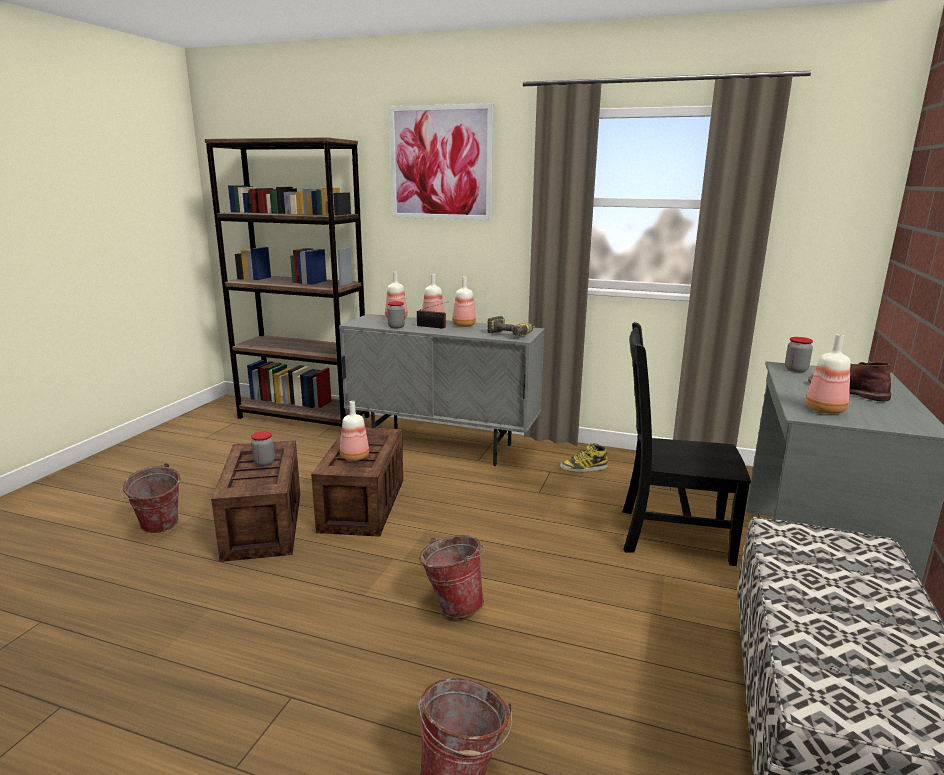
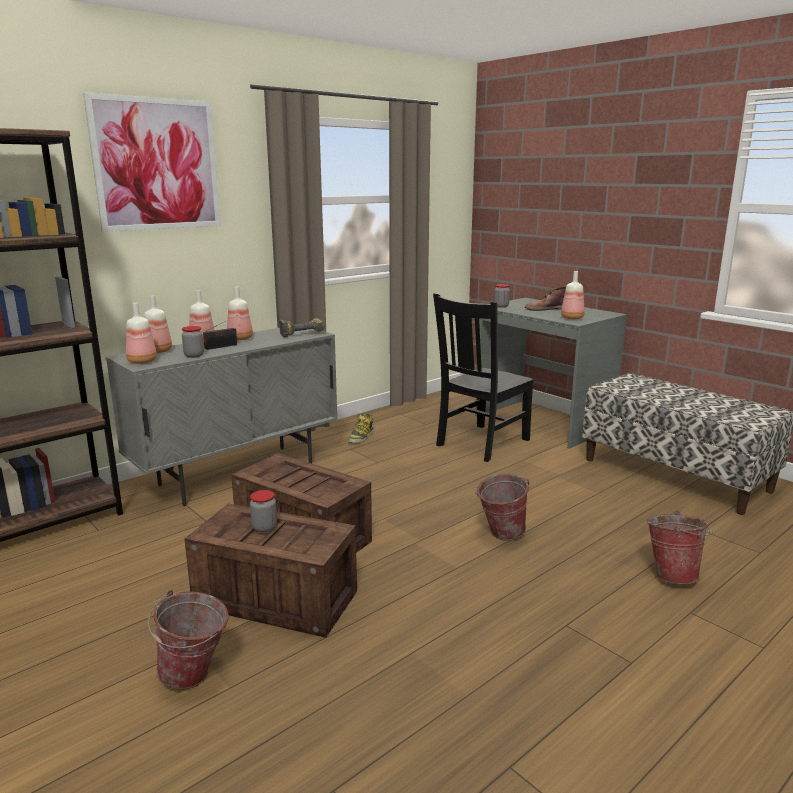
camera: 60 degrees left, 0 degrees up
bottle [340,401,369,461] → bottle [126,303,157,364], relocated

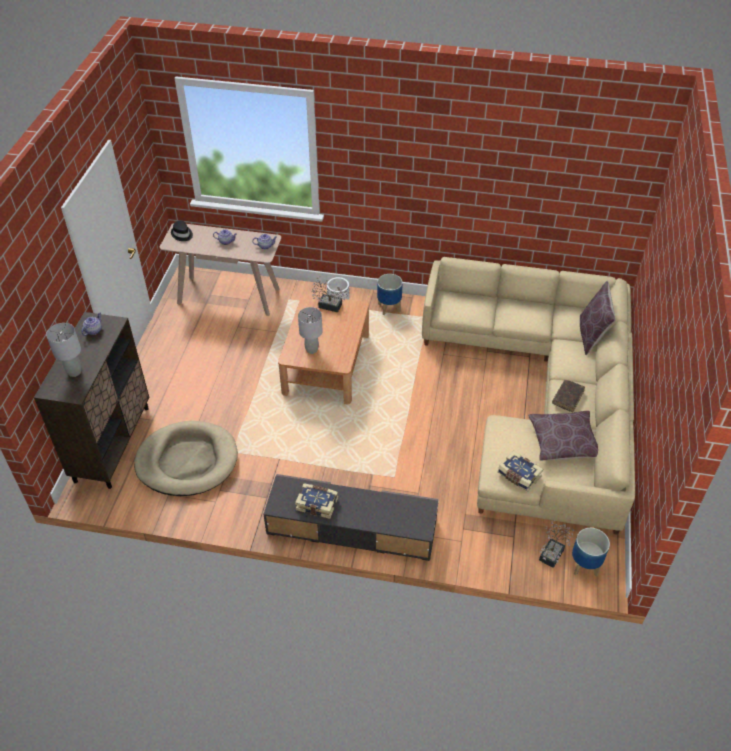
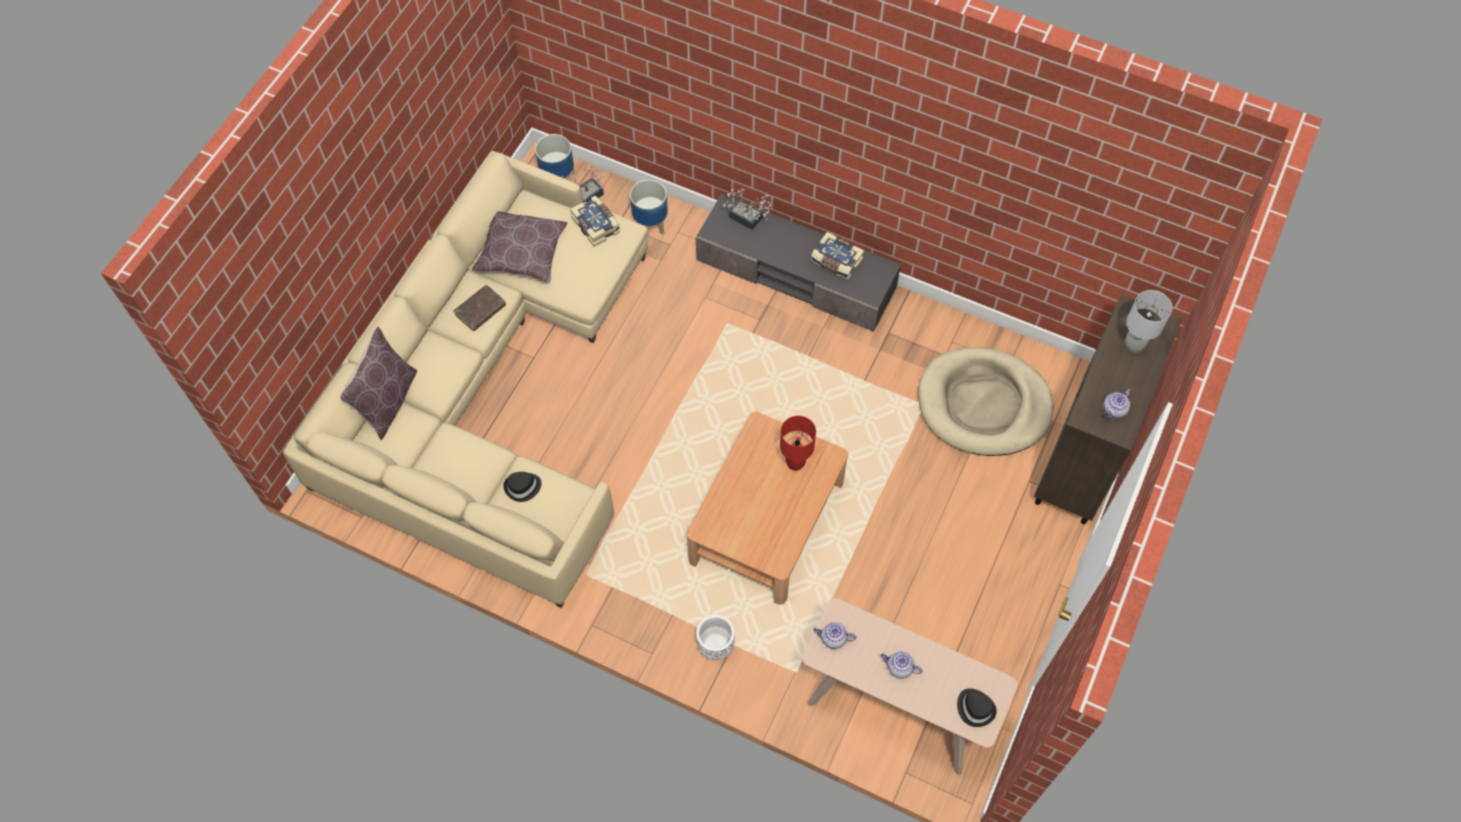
camera: 165 degrees left, 15 degrees up
grey table lamp [298,307,323,354] → red-coloured table lamp [780,416,816,471]
potted plant [311,277,345,312] → potted plant [723,189,773,230], relocated
planter [377,274,403,315] → planter [630,180,668,235], relocated
- → black hat [503,472,542,502]

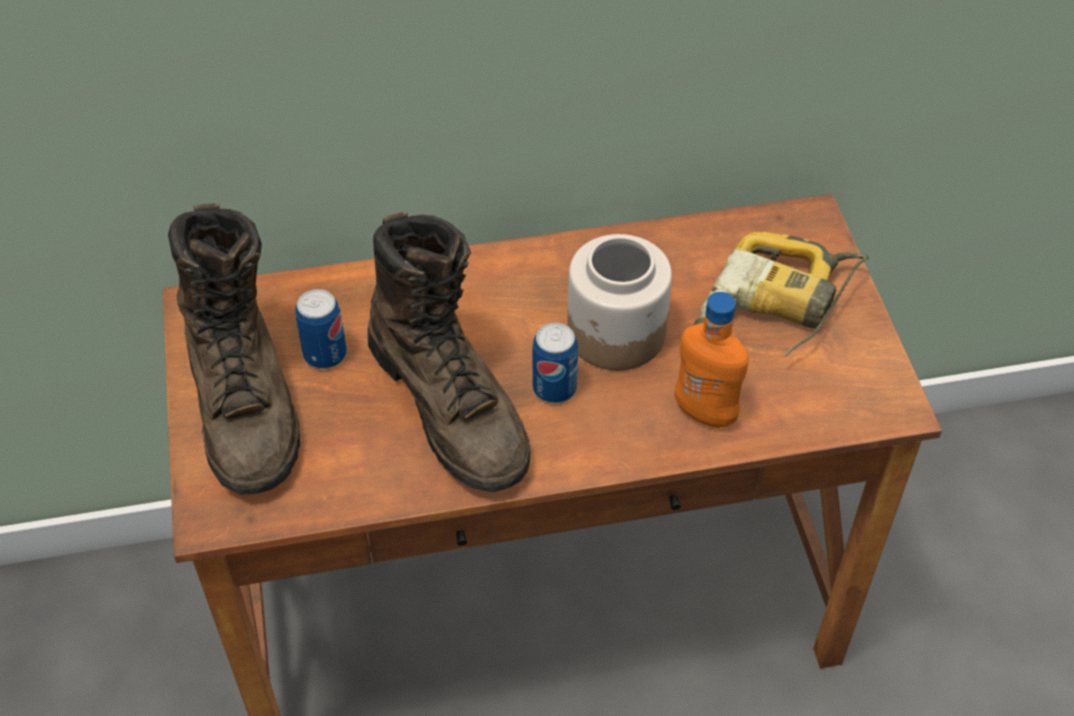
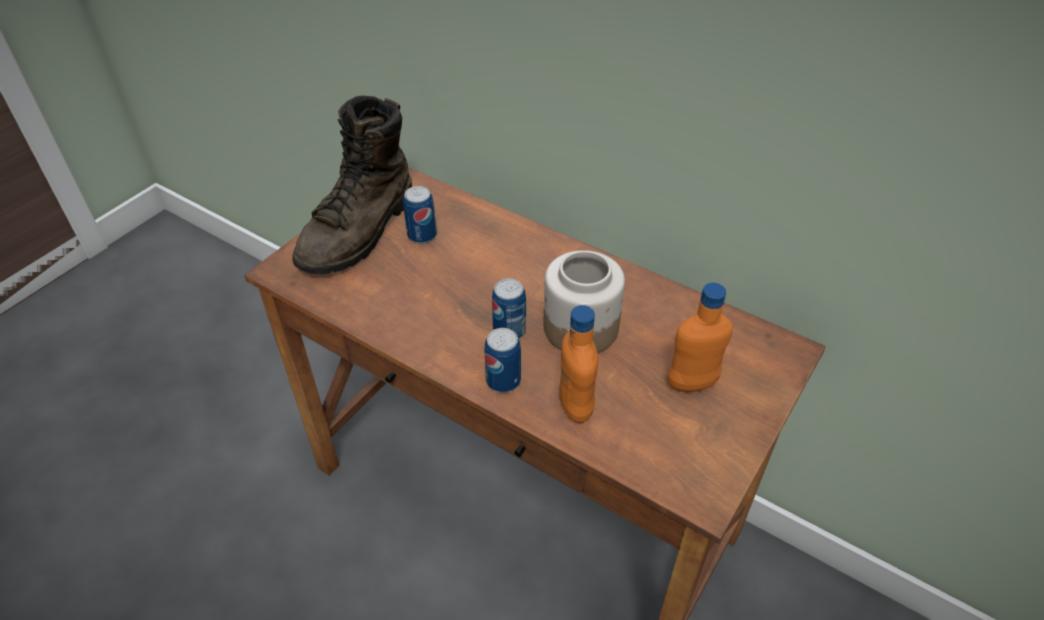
camera: 45 degrees right, 5 degrees down
brown-coloured boot [368,211,530,492] → -
electric drill [693,232,869,357] → orangey bottle [668,283,733,392]
- → metal can [484,328,521,393]

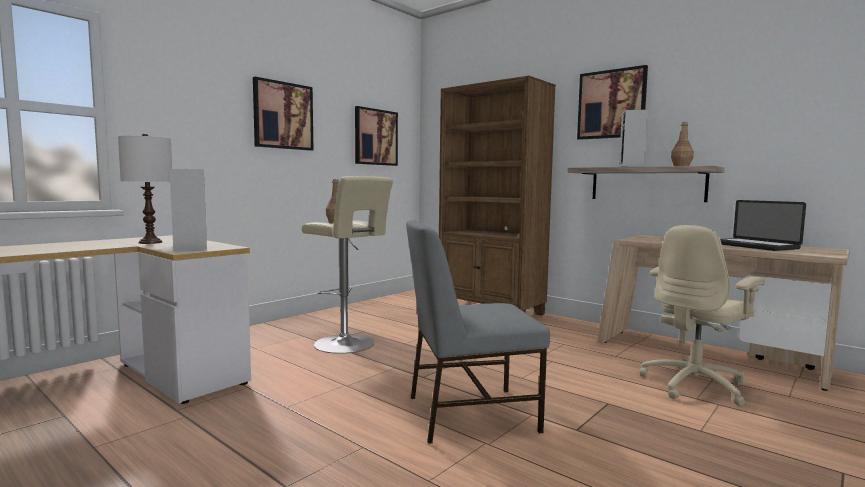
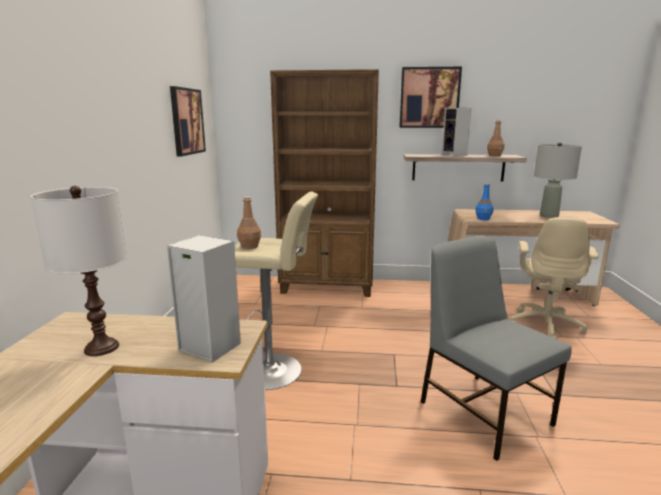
camera: 35 degrees left, 10 degrees up
picture [253,77,313,151] → -
grey upright chair [406,220,550,444] → grey upright chair [421,236,572,461], 105 degrees clockwise
notebook computer [720,200,806,251] → grey table lamp [534,142,582,218]
- → blue bottle [475,183,493,220]

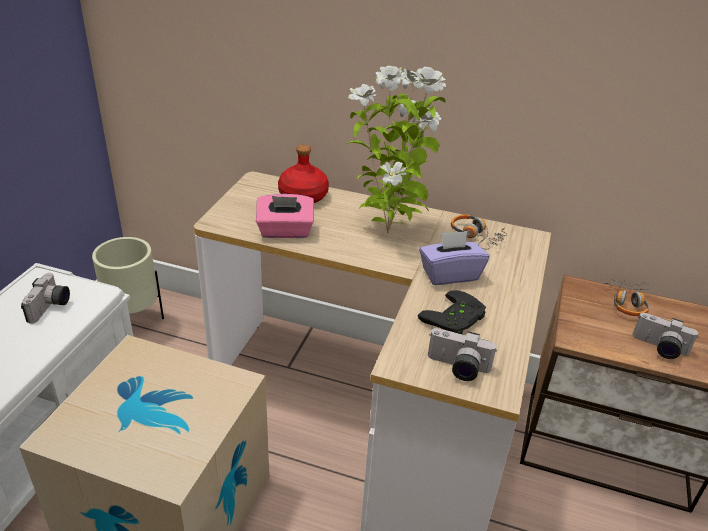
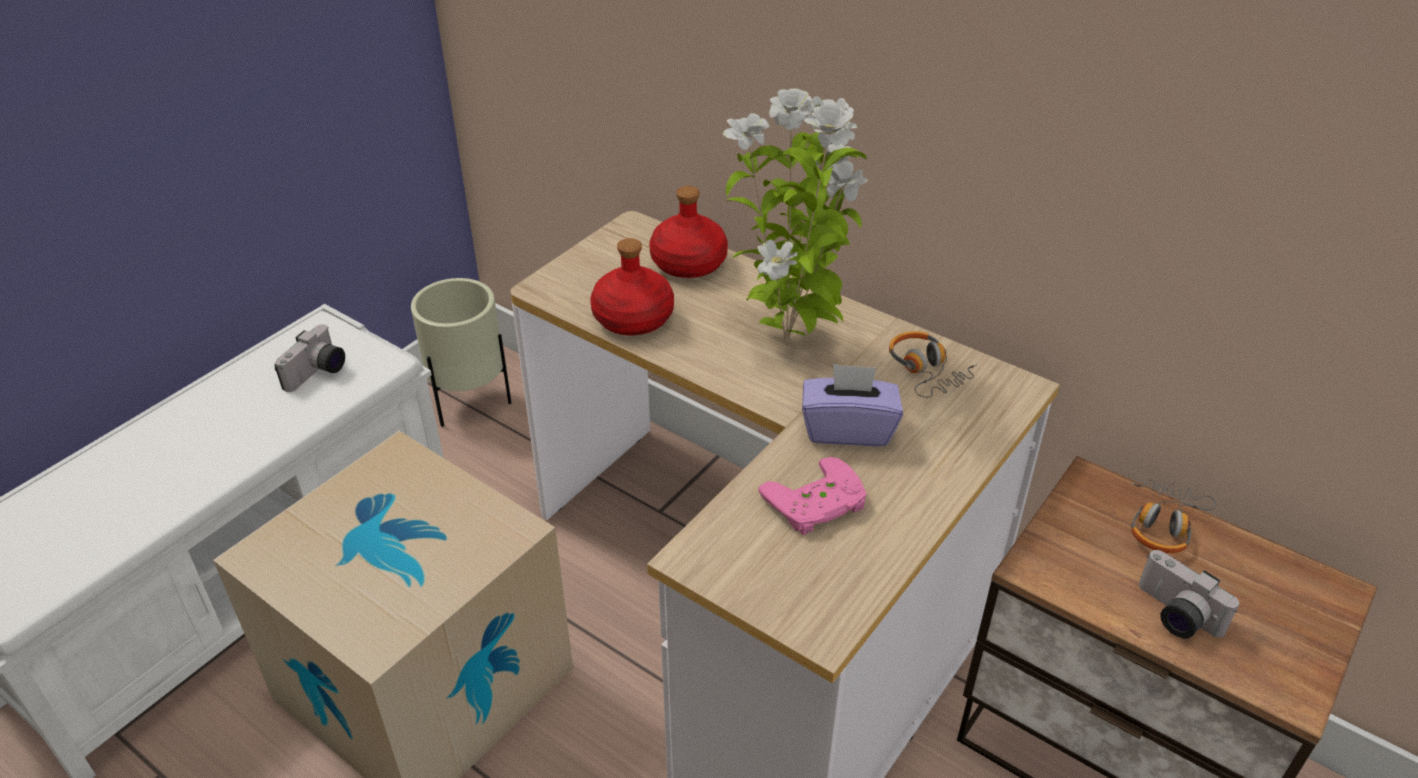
camera: 20 degrees right, 5 degrees up
pink tissue holder [256,194,314,238] → red-coloured bottle [590,238,674,336]
black game controller [418,290,486,334] → pink game controller [758,457,867,535]
photo camera [428,328,497,381] → -

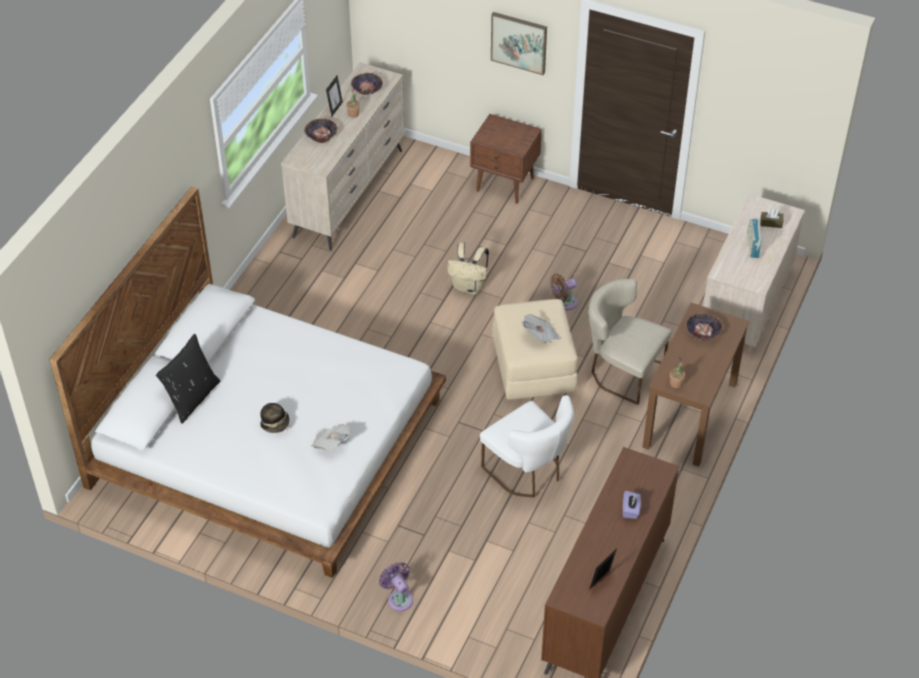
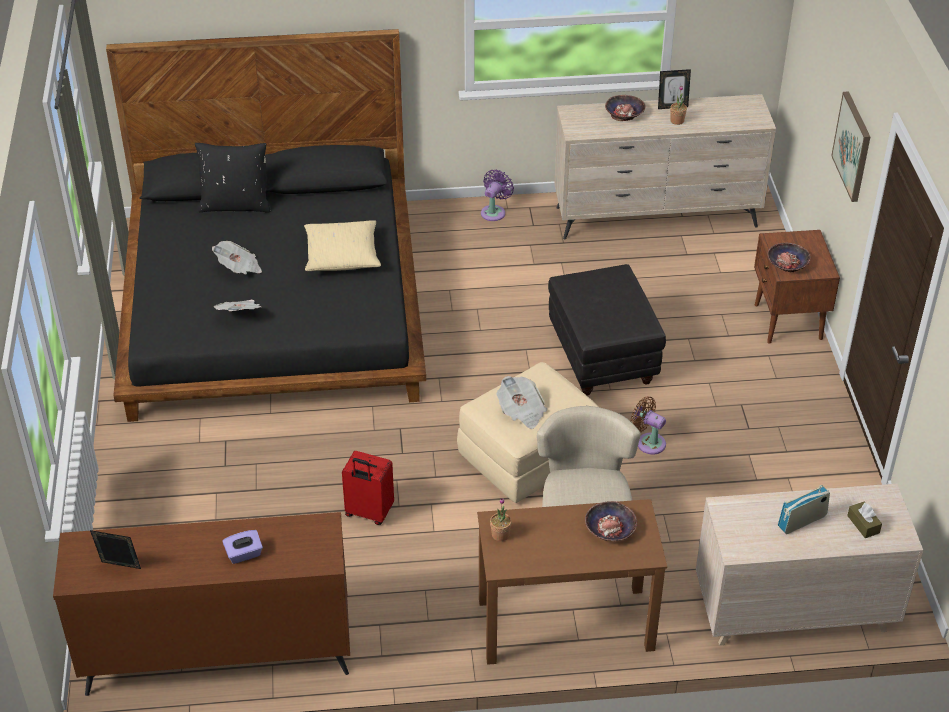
camera: 60 degrees right, 5 degrees down
white bed [49,186,446,578] → black bed [106,29,426,422]
hat [260,403,290,433] → newspaper [212,241,262,274]
serving bowl [351,73,383,95] → serving bowl [767,243,811,272], relocated
purple-coloured electric fan [379,562,413,611] → purple-coloured electric fan [481,169,514,221], relocated
beige-coloured rucksack [447,242,489,294] → black footrest [548,264,666,395]
white upright chair [480,395,574,498] → red-coloured piece of luggage [342,451,394,525]
- → beige-coloured throw pillow [304,220,381,271]

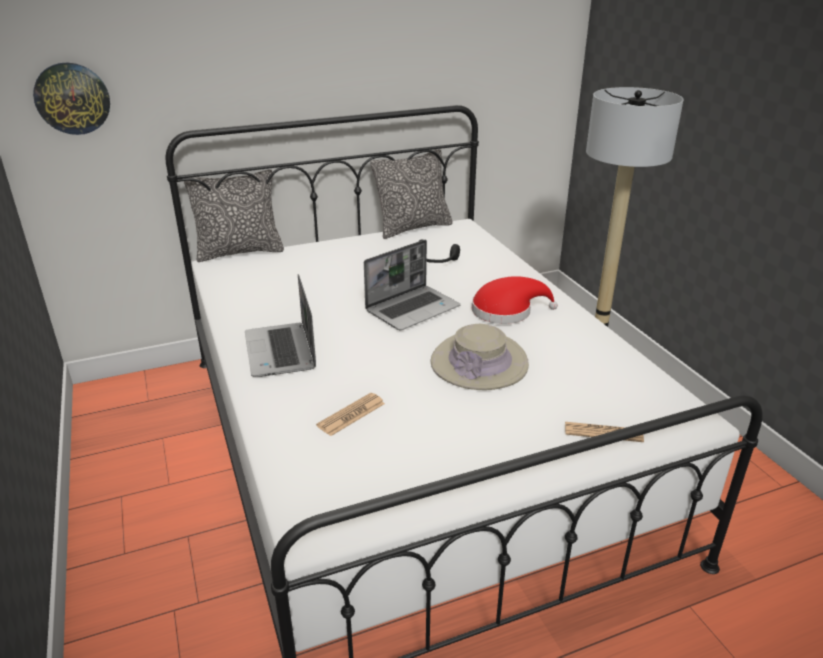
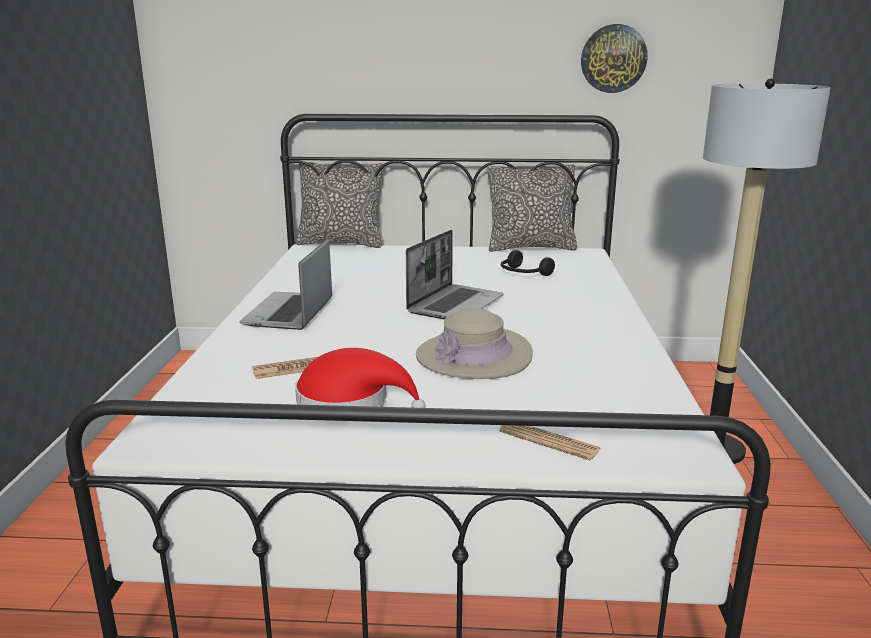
camera: 25 degrees right, 10 degrees down
hanging clock [33,63,110,135] → hanging clock [581,24,648,93], relocated
notebook computer [364,240,461,330] → notebook computer [406,230,504,320], 45 degrees counterclockwise
red-coloured hat [472,276,558,324] → red-coloured hat [295,348,425,408], relocated

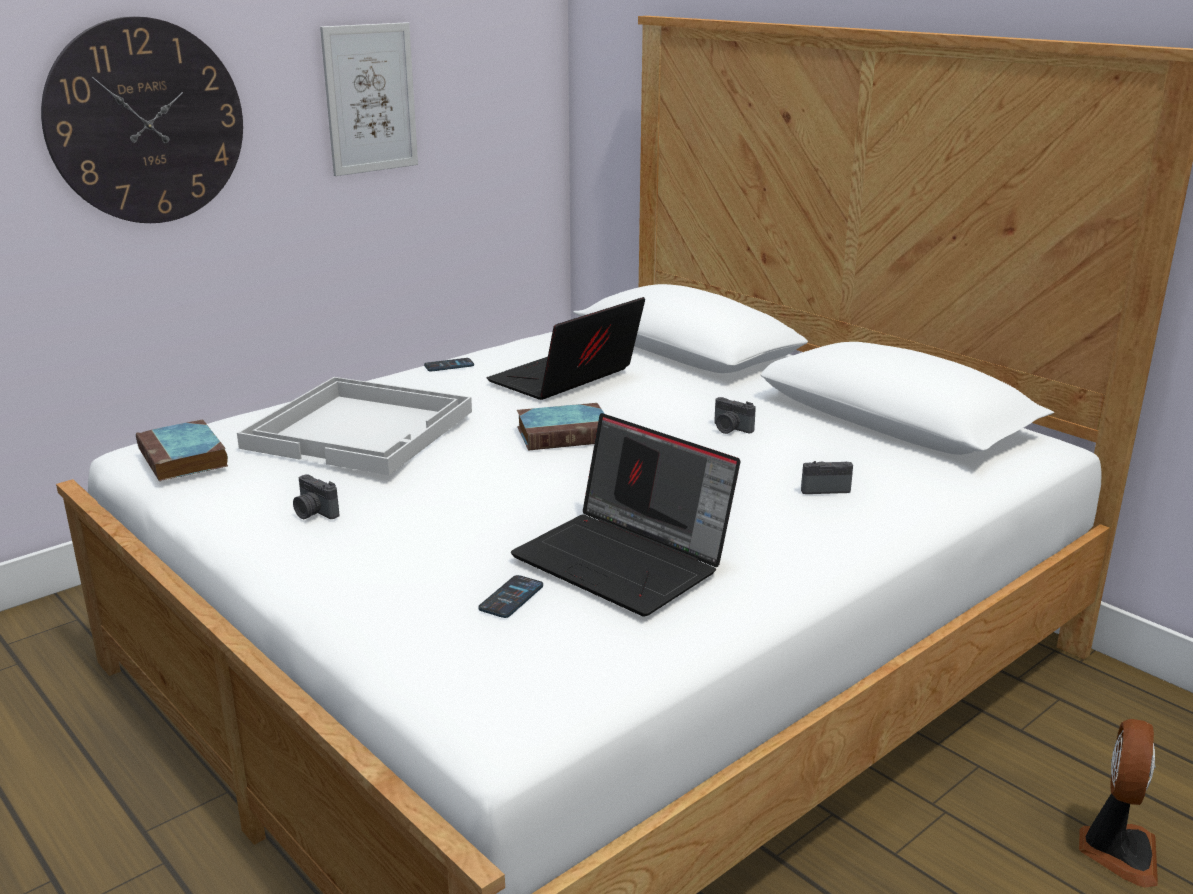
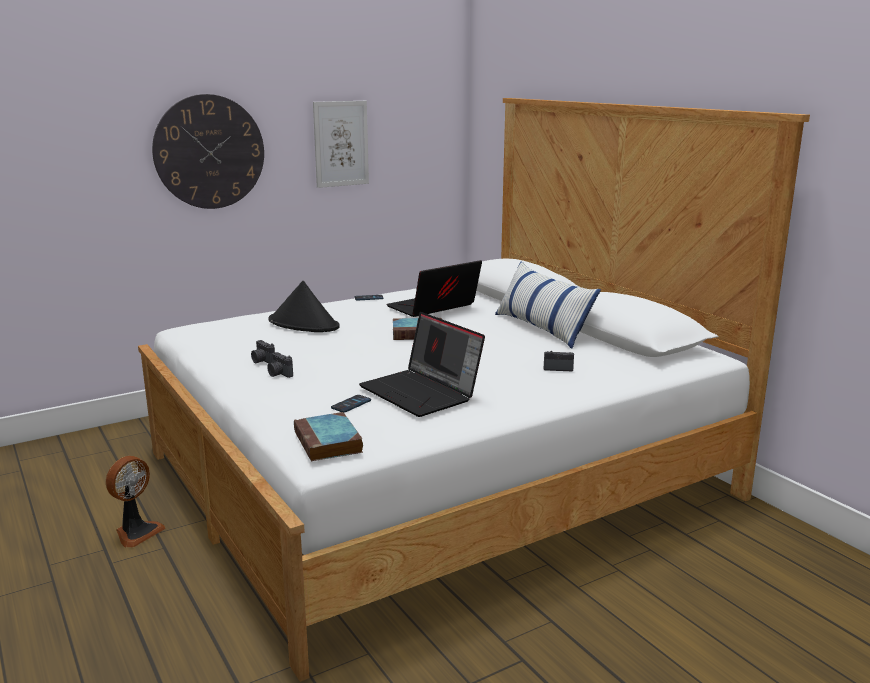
camera: 10 degrees right, 5 degrees down
volume [136,419,228,481] → volume [294,412,363,461], relocated
white carrying tray [237,377,472,475] → black hat [268,281,340,332]
photo camera [714,397,756,434] → photo camera [267,352,293,378], relocated
electric fan [1079,719,1158,888] → electric fan [106,456,166,548], relocated
- → throw pillow [495,261,601,349]

